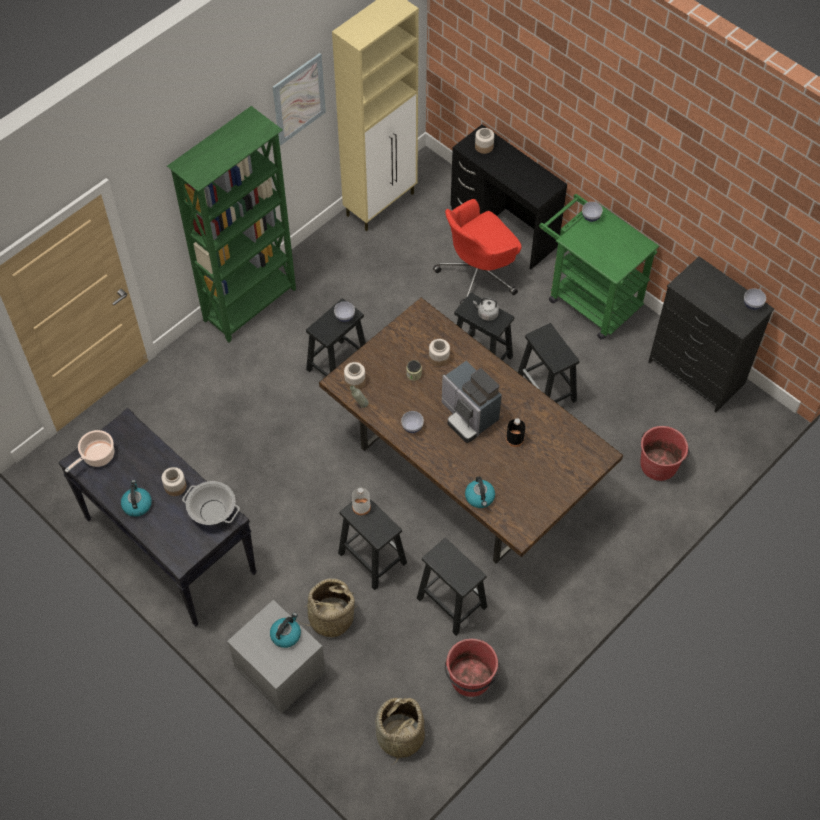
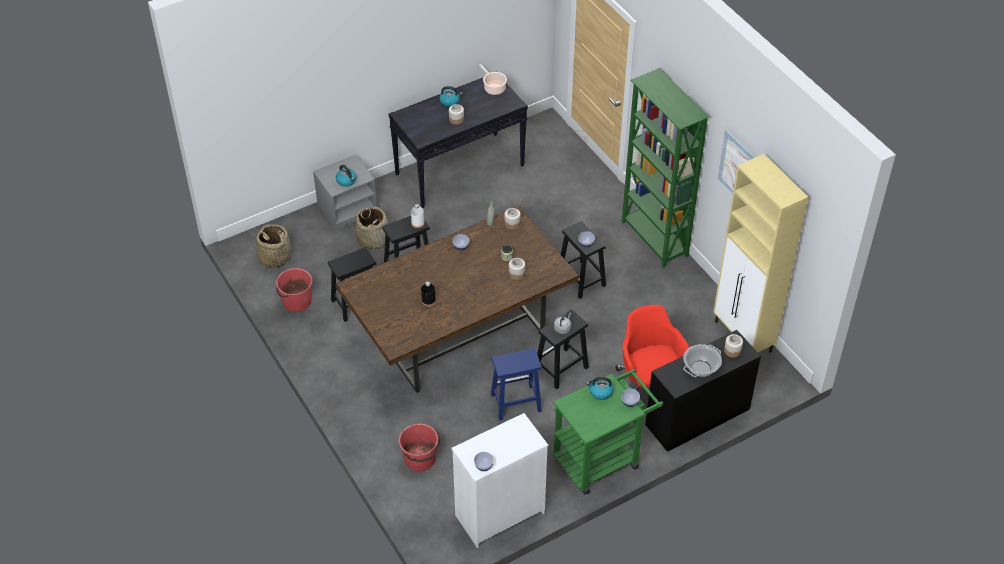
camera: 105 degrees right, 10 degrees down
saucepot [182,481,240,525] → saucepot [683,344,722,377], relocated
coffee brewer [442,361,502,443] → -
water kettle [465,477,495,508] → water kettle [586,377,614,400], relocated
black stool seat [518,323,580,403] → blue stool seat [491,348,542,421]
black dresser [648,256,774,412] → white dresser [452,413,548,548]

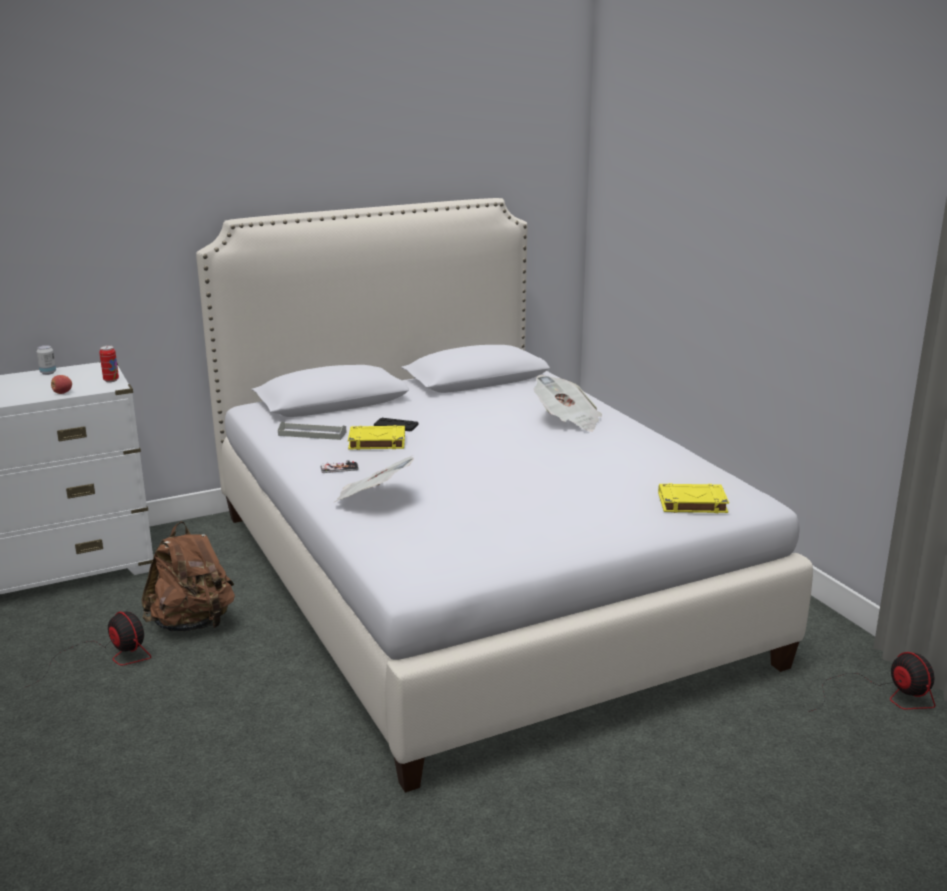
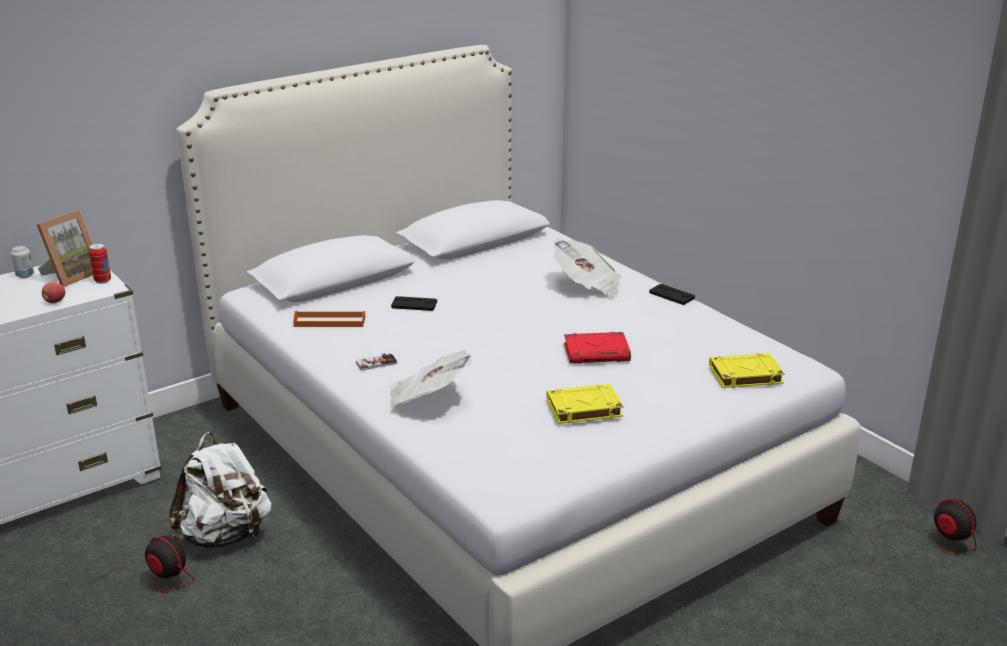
camera: 10 degrees left, 5 degrees up
brown-coloured rucksack [141,522,235,632] → white rucksack [168,432,271,548]
grey carrying tray [278,422,347,440] → orangey carrying tray [293,311,365,327]
yellow-coloured volume [348,425,405,450] → yellow-coloured volume [546,384,623,424], relocated
- → standing frame [37,210,93,287]
- → red-coloured volume [564,332,631,364]
- → black game controller [649,284,695,305]

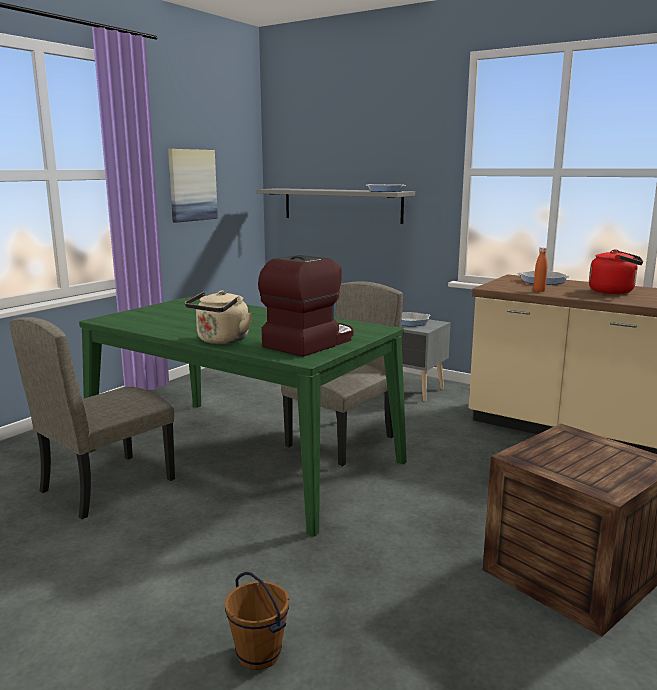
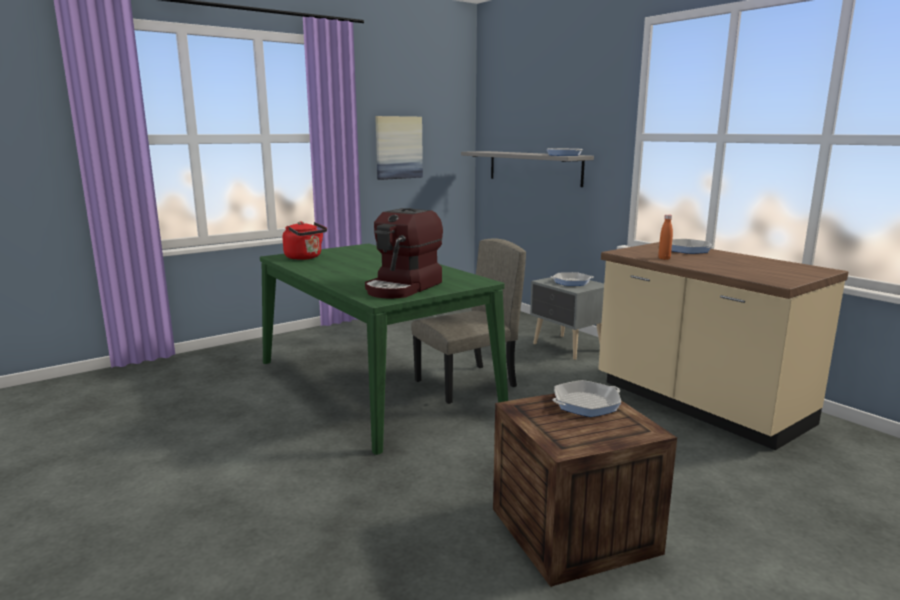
camera: 20 degrees right, 0 degrees up
beige-coloured upright chair [9,317,175,519] → -
beige-coloured water kettle [185,291,252,344] → -
brown-coloured water bucket [225,572,289,670] → -
coffee brewer [258,255,354,357] → coffee brewer [365,208,443,299], 150 degrees clockwise
red-coloured water kettle [589,250,643,294] → red-coloured water kettle [283,221,327,260], relocated
- → frying pan [552,380,621,417]

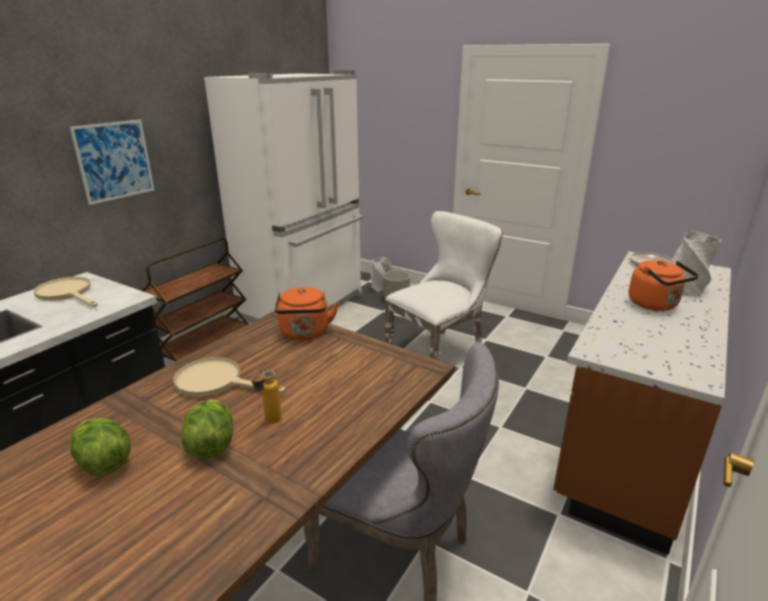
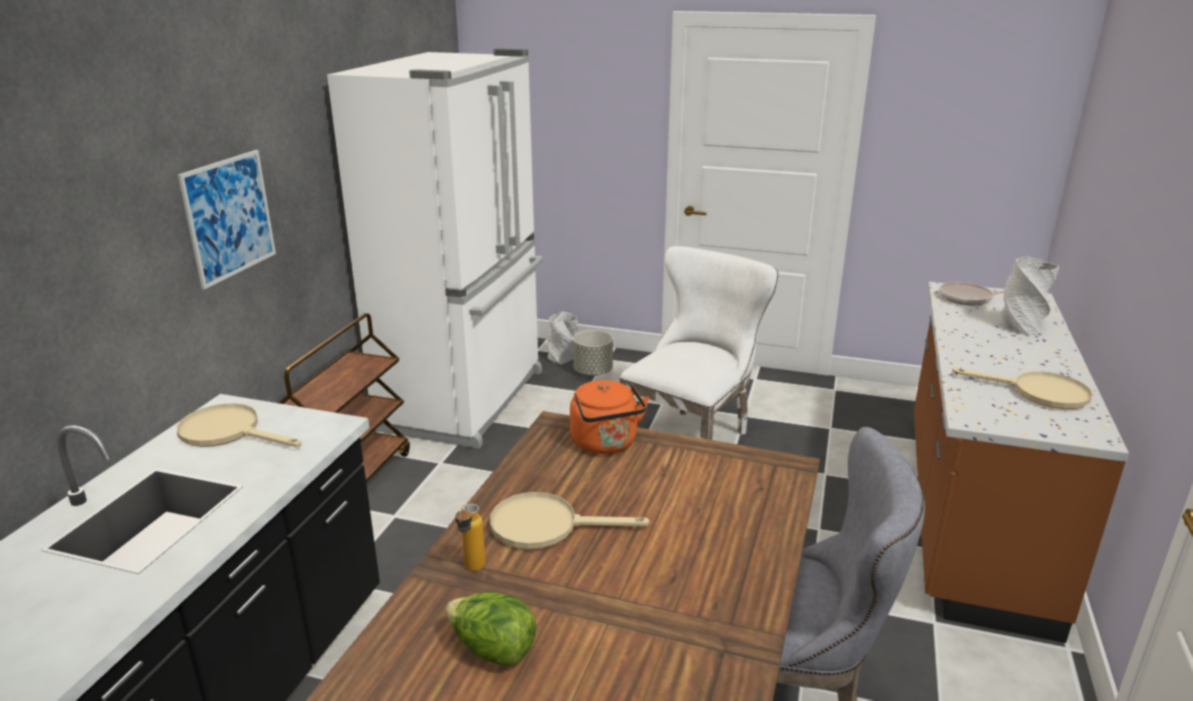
camera: 15 degrees left, 0 degrees up
head of lettuce [182,399,233,459] → -
bottle [251,370,282,424] → bottle [455,504,486,571], relocated
orangey water kettle [629,260,699,311] → -
- → beige-coloured frying pan [952,368,1093,409]

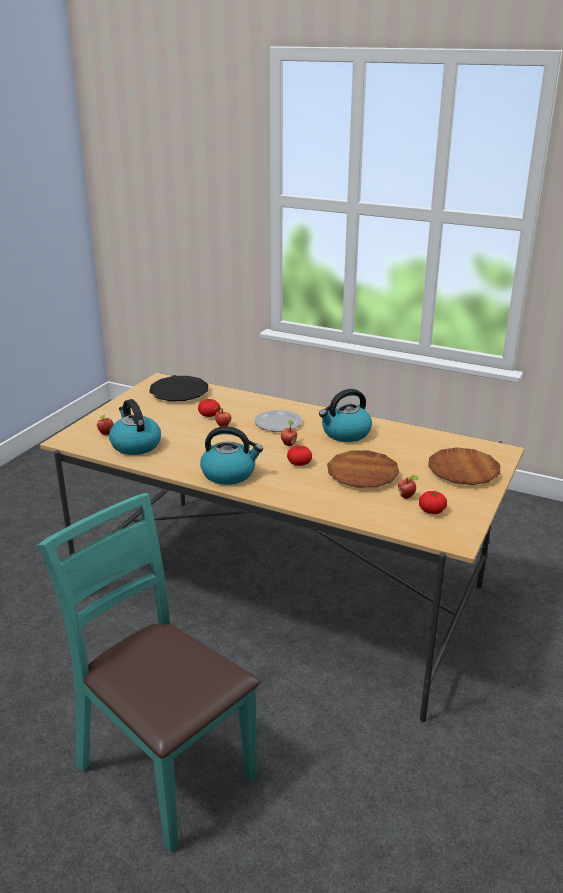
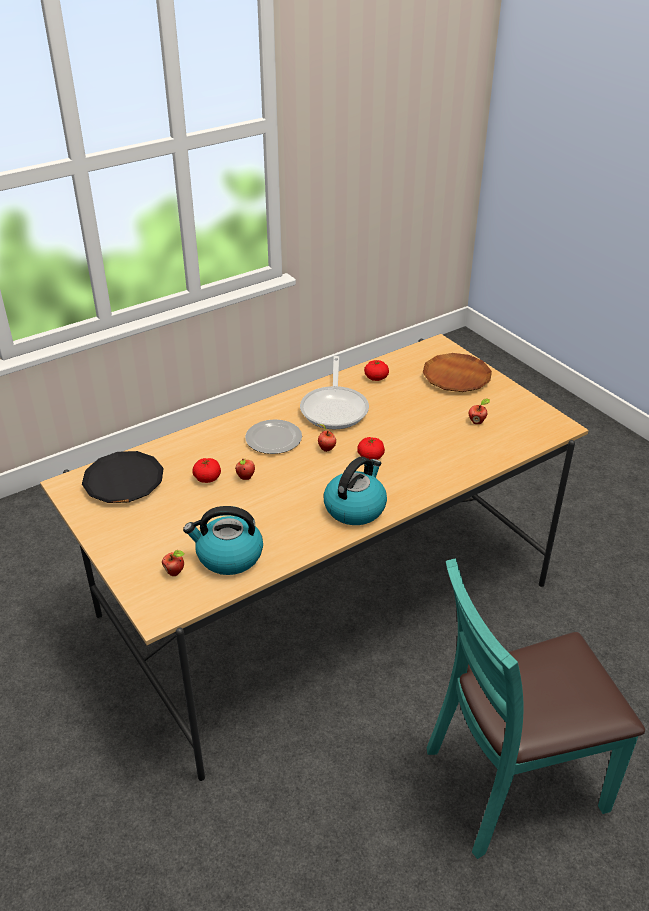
camera: 60 degrees left, 10 degrees up
water kettle [319,389,372,442] → frying pan [300,356,369,429]
brown-coloured dinner plate [327,450,400,487] → -
tomato [419,491,447,514] → tomato [364,360,389,381], relocated

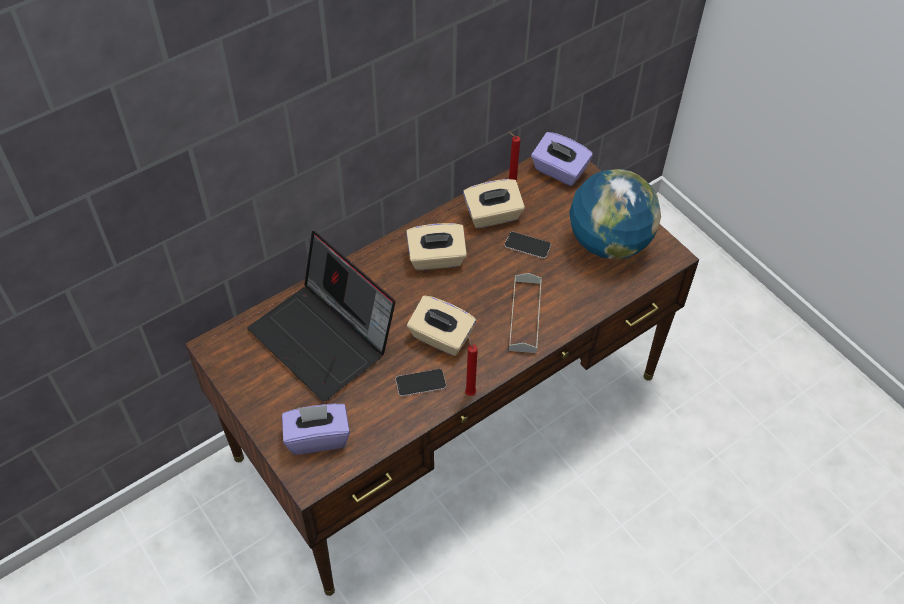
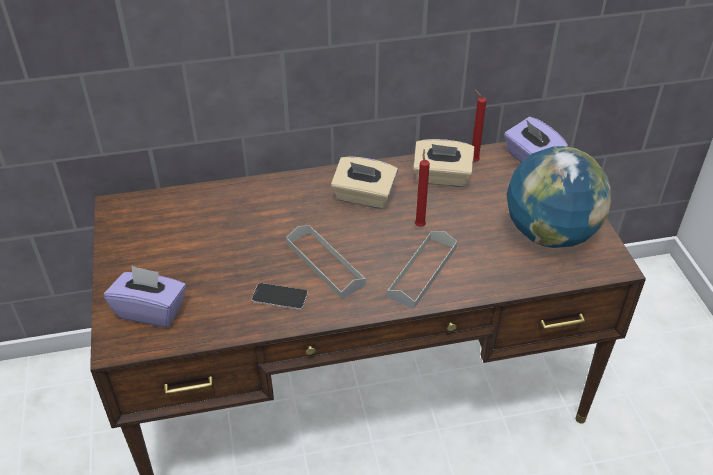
camera: 25 degrees right, 10 degrees down
notebook computer [247,231,396,401] → -
beige-coloured tissue holder [407,295,476,356] → grey carrying tray [286,225,366,299]
red-coloured wax candle [465,335,478,396] → red-coloured wax candle [415,149,430,227], relocated
handset [504,231,551,259] → -

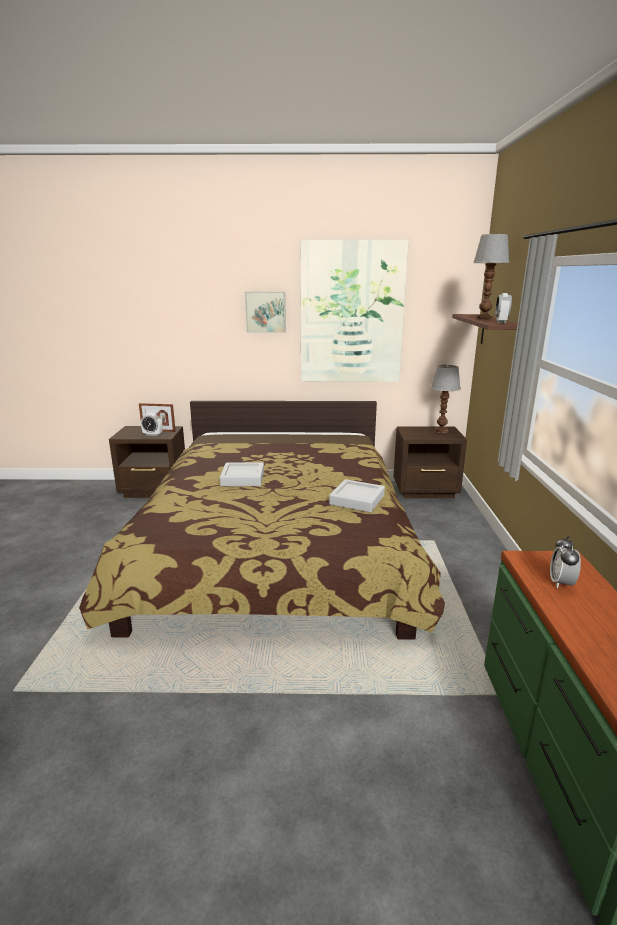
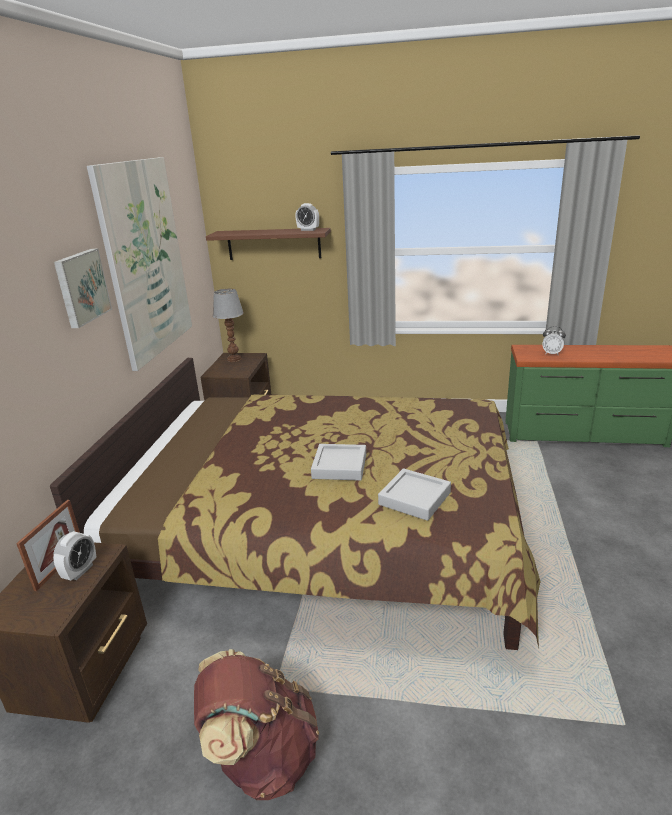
camera: 80 degrees left, 5 degrees up
grey carrying tray [329,479,385,513] → grey carrying tray [378,468,451,521], relocated
table lamp [473,234,510,319] → -
- → brown-coloured rucksack [194,649,319,800]

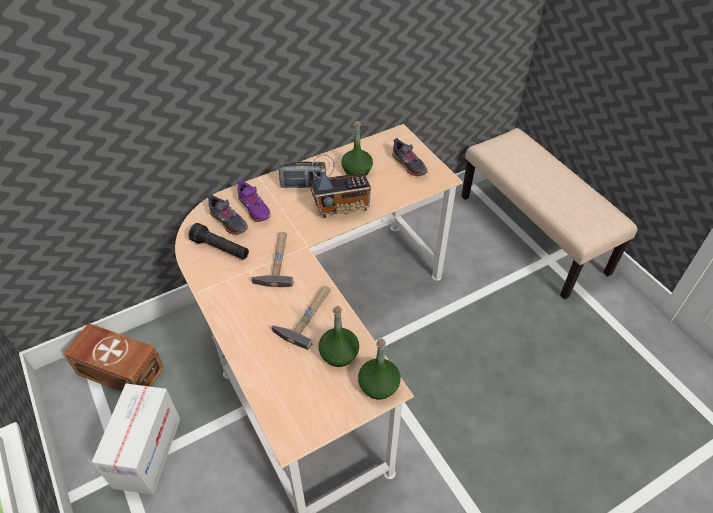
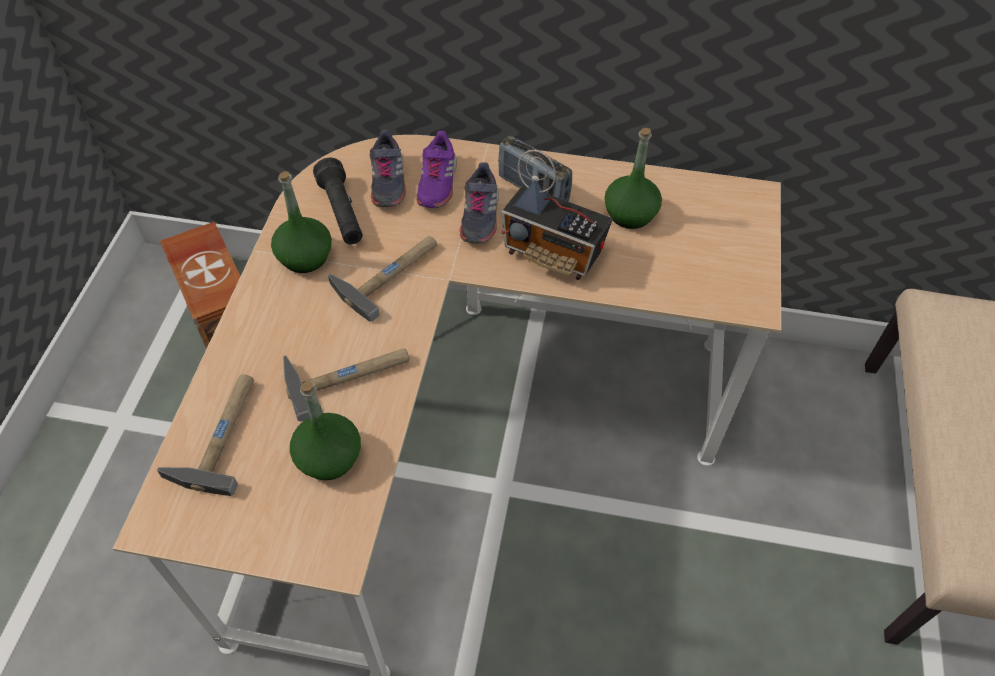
camera: 40 degrees right, 5 degrees up
carton [92,384,180,495] → -
greenish bottle [358,338,401,400] → greenish bottle [271,171,332,273], relocated
grey low shoe [392,138,428,176] → grey low shoe [460,162,499,244], relocated
- → tool hammer [157,375,254,496]

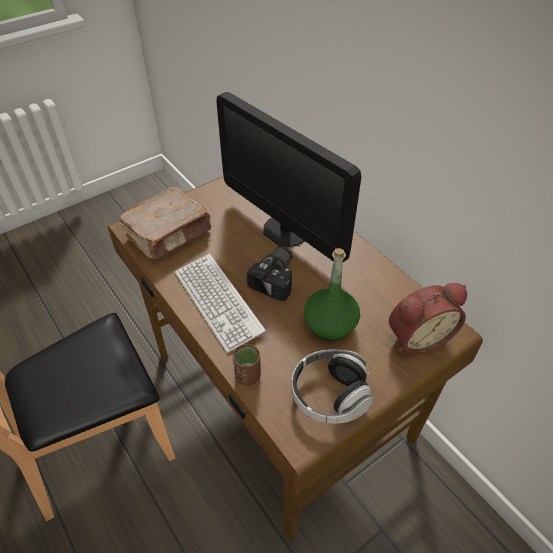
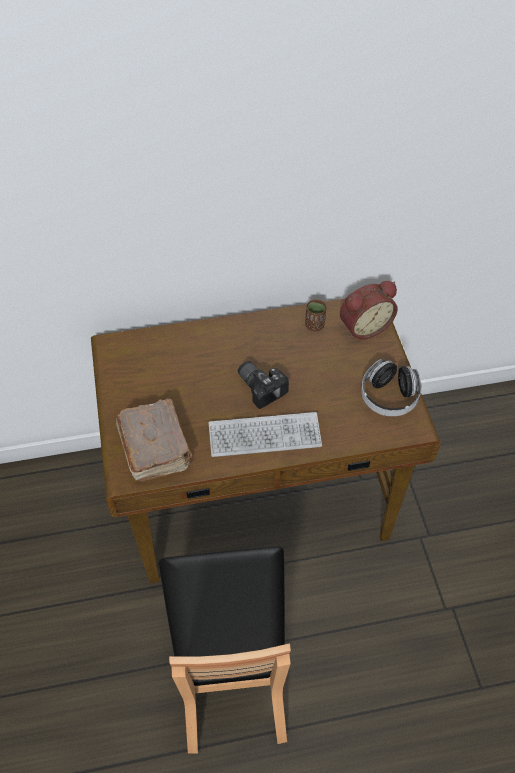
camera: 65 degrees left, 5 degrees up
computer screen [216,92,361,262] → -
brown-coloured drinking cup [233,344,261,385] → brown-coloured drinking cup [305,300,327,331], relocated
greenish bottle [304,248,360,341] → -
table clock [389,283,467,354] → table clock [340,281,398,339], 60 degrees clockwise

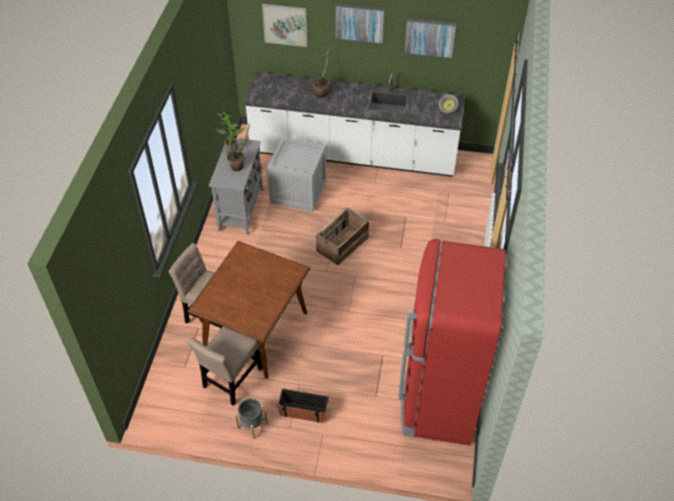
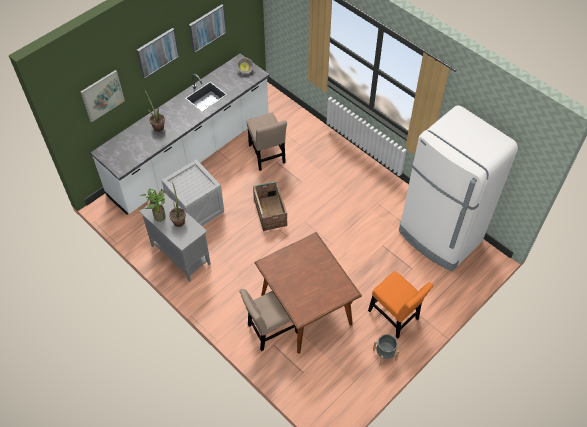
camera: 55 degrees left, 5 degrees up
beige-coloured upright chair [187,326,263,406] → beige-coloured upright chair [247,113,287,171], relocated
planter [277,388,330,423] → orangey upright chair [368,271,433,339]
red-coloured refrigerator [398,239,506,446] → white refrigerator [399,105,518,271]

